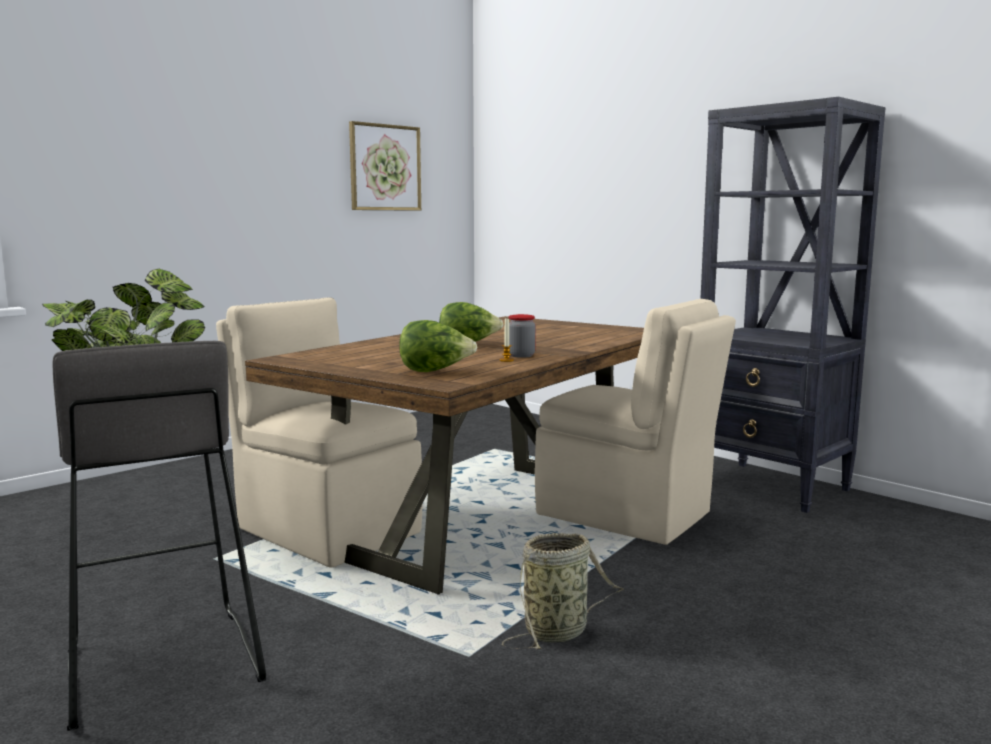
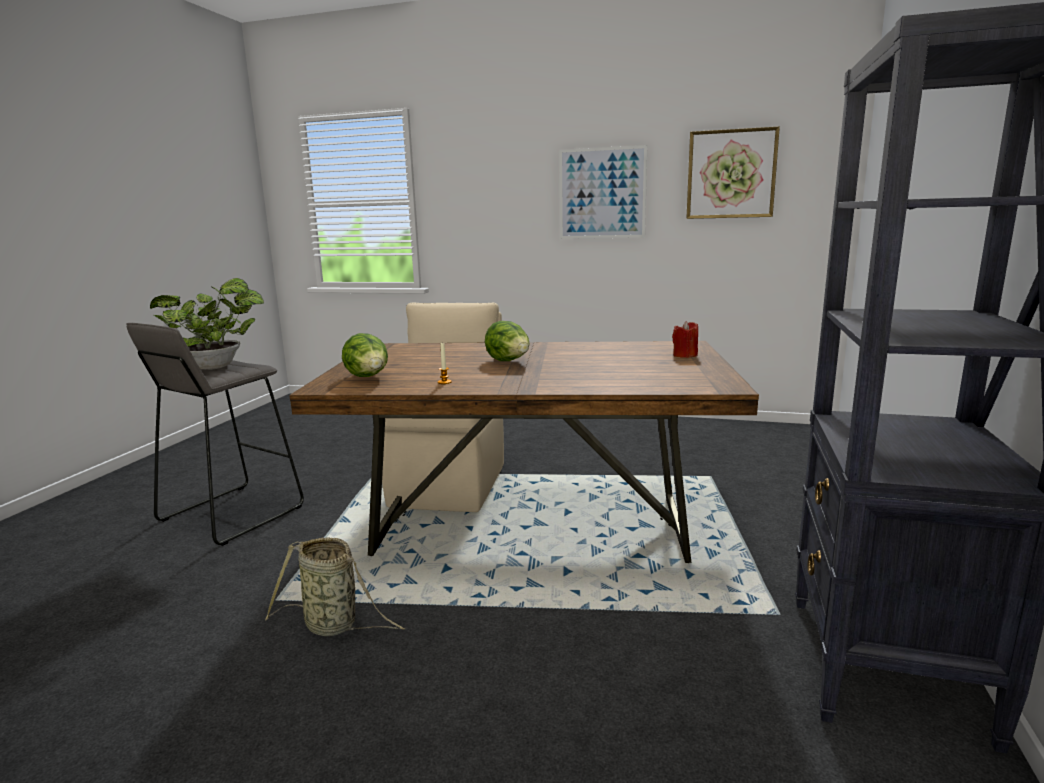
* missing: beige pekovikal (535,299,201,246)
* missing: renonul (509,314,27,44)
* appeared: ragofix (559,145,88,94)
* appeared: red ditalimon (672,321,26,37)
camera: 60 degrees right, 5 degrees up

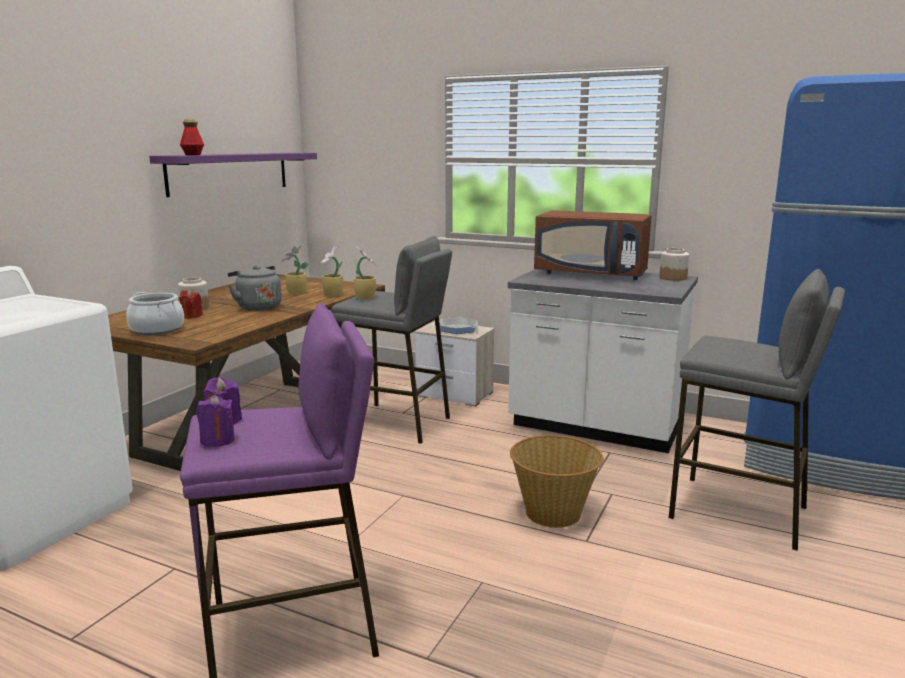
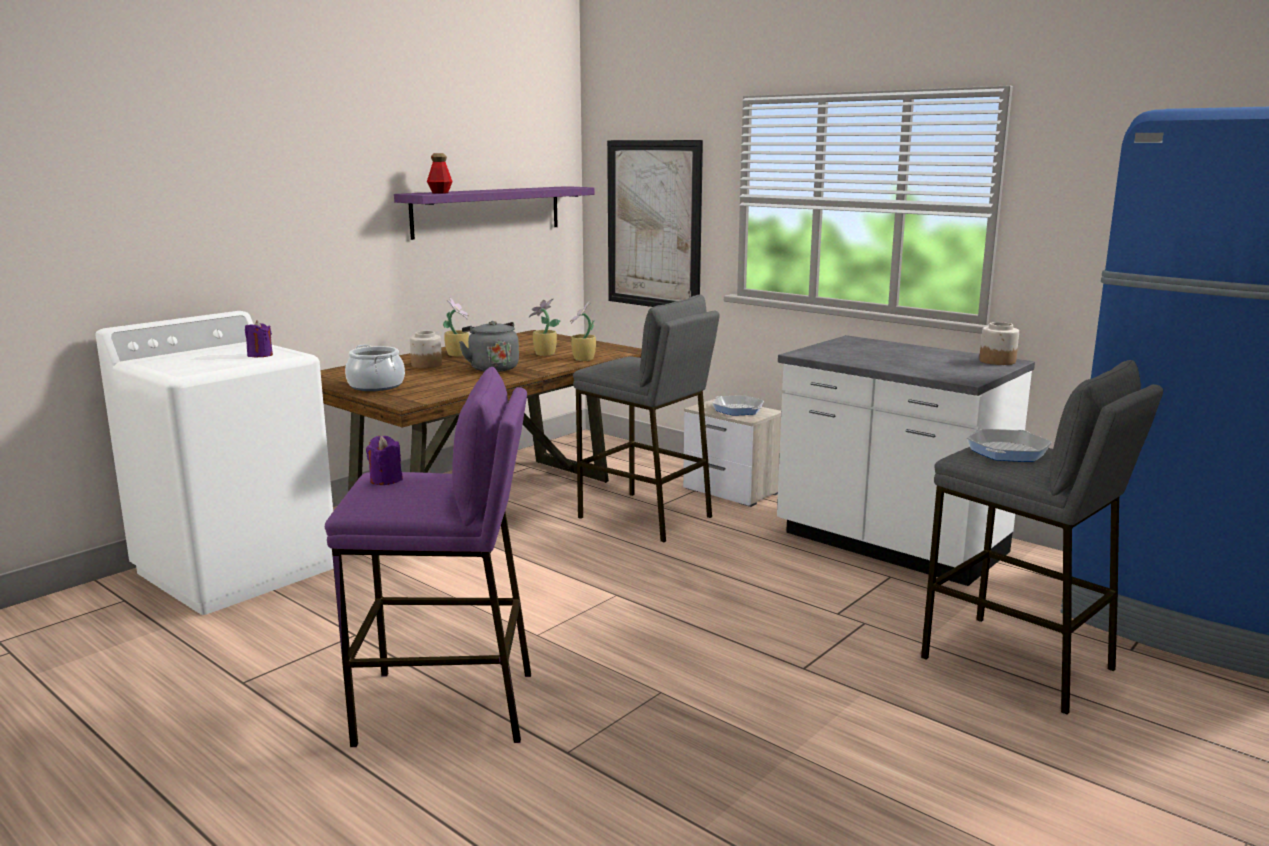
* missing: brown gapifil (534,210,117,70)
* relocated: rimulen (353,246,24,54) to (443,297,26,59)
* missing: red ditalimon (179,289,24,30)
* relocated: purple ditalimon (196,395,39,52) to (245,320,28,37)
* missing: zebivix (510,435,93,93)
* appeared: ragofix (607,140,96,167)
* appeared: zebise (967,429,85,33)
camera: 15 degrees right, 0 degrees up

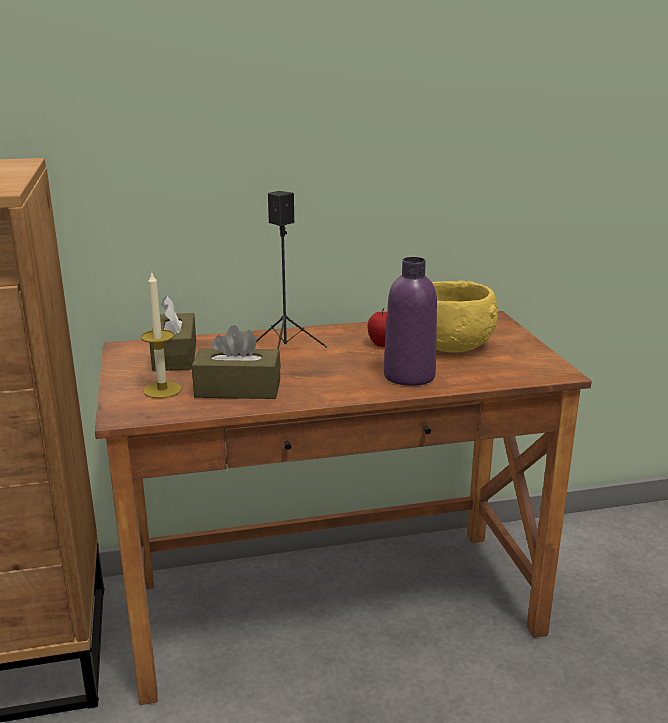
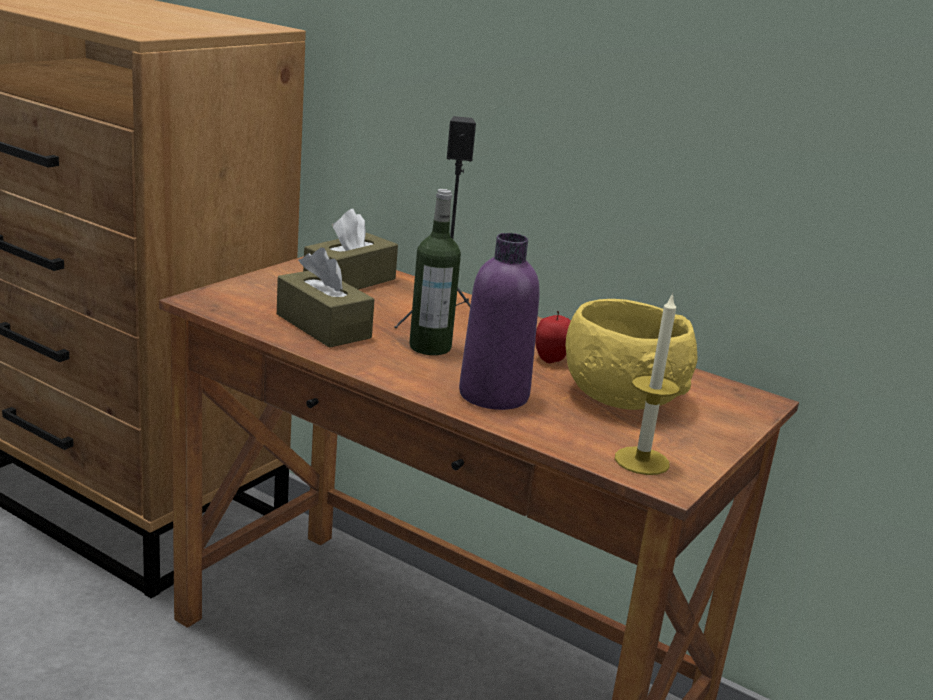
* relocated: ditalimon (141,271,41,127) to (615,292,65,183)
* appeared: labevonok (409,189,52,166)
camera: 45 degrees right, 0 degrees up

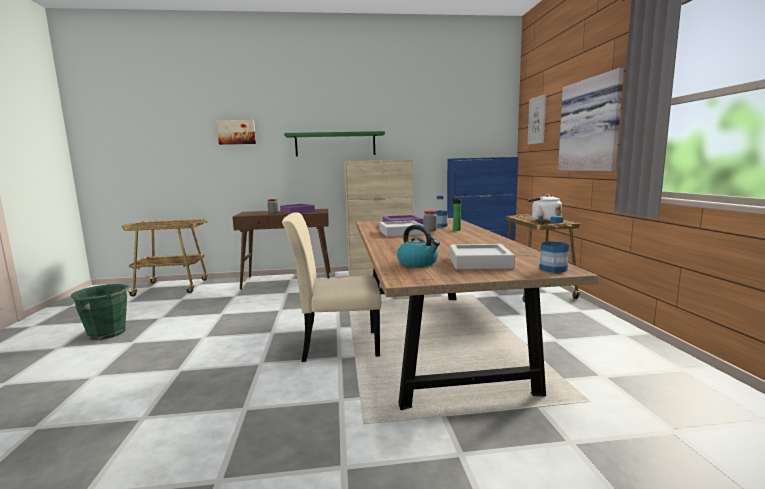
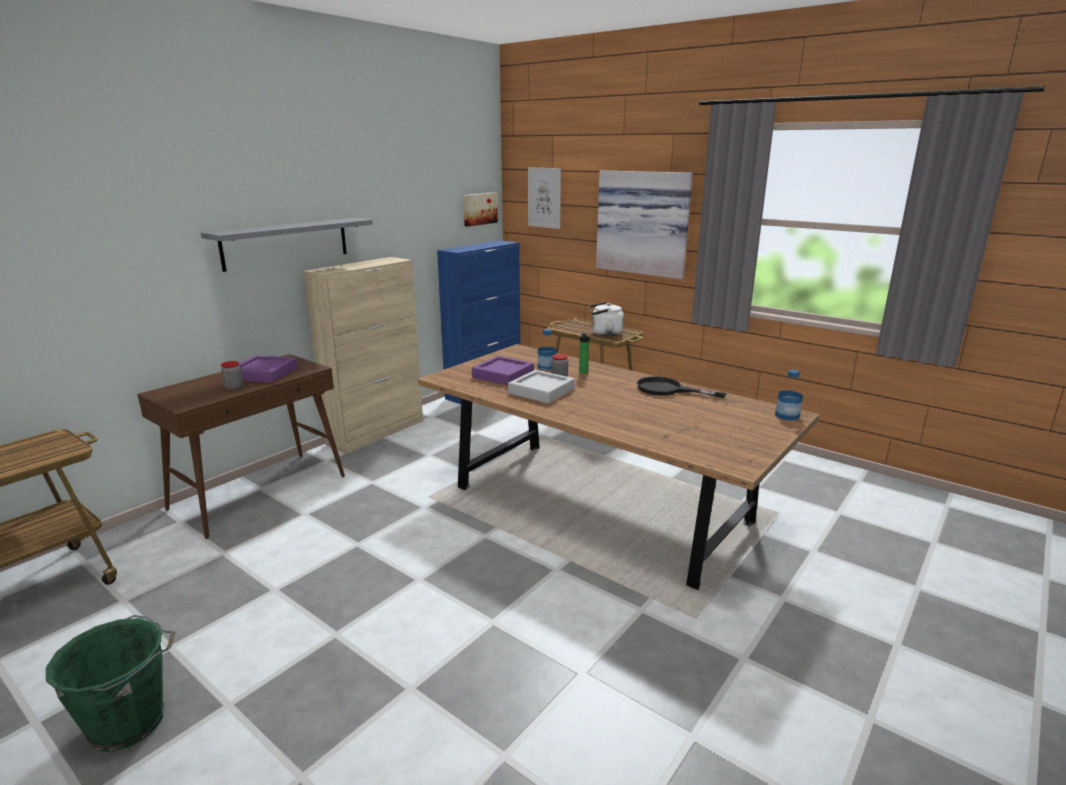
* relocated: ragofix (217,120,39,25) to (463,193,35,34)
* colour: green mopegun (284,131,101,25) to grey mopegun (201,218,172,54)
* missing: beige pekovikal (282,212,99,150)
* missing: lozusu (397,225,43,42)
* missing: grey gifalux (449,244,66,26)
* appeared: black zebise (637,377,89,21)
camera: 45 degrees left, 10 degrees up

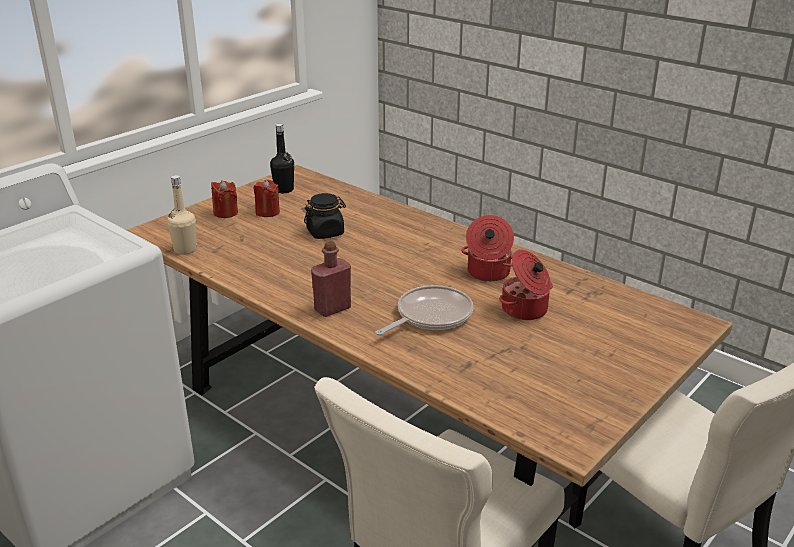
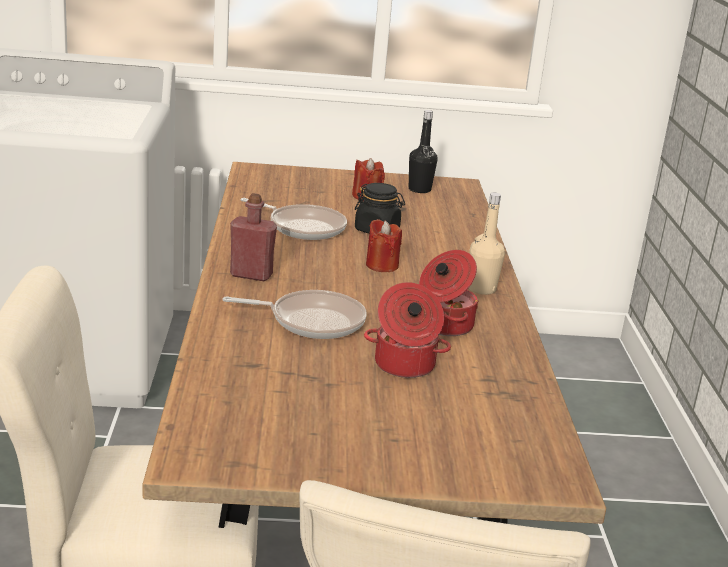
* relocated: beige labevonok (167,175,30,80) to (469,192,36,103)
* relocated: red ditalimon (211,180,27,38) to (366,219,36,53)
* appeared: zebise (241,198,106,42)
camera: 45 degrees right, 5 degrees down

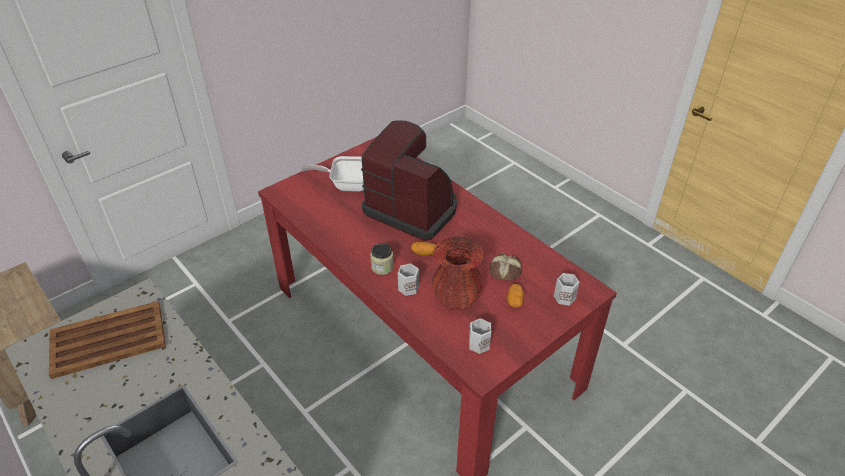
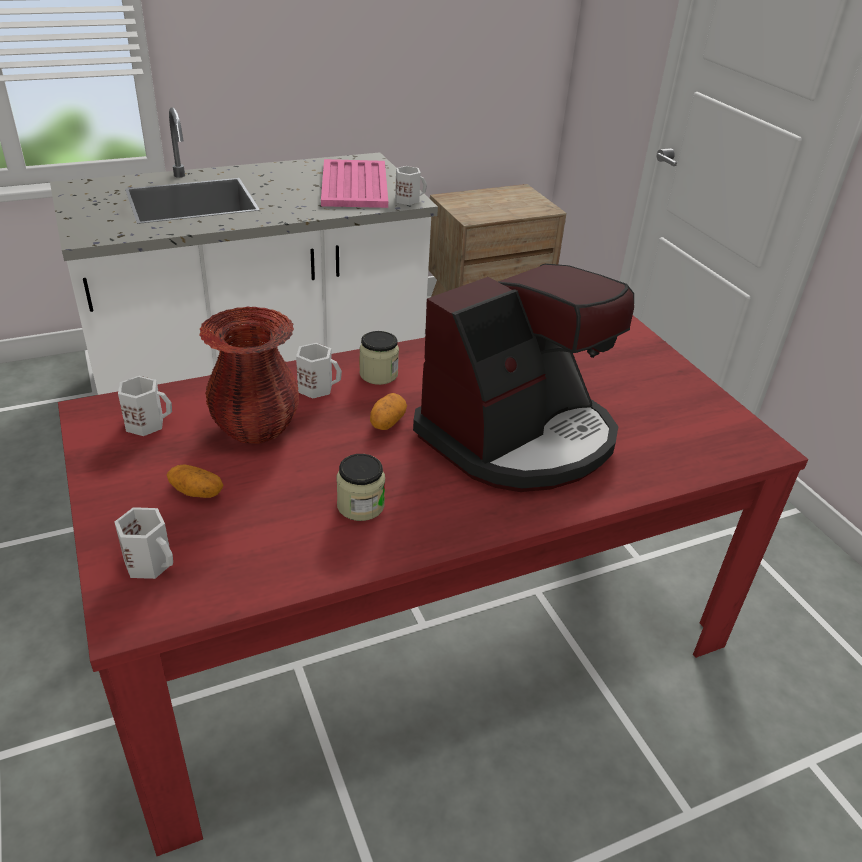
* missing: zebise (301,156,63,36)
* missing: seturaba (490,254,32,26)
* colour: brown gifalux (49,301,117,78) to pink gifalux (321,159,67,49)
* appeared: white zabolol (395,166,32,39)
* appeared: renonul (337,454,48,67)
camera: 105 degrees right, 5 degrees down

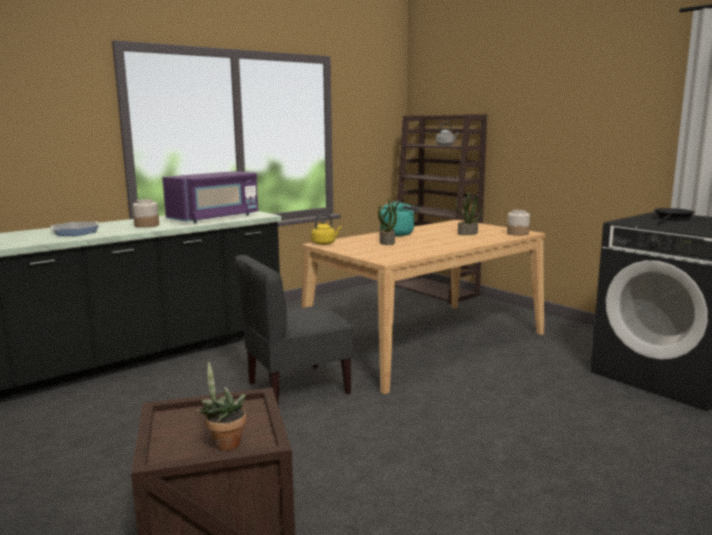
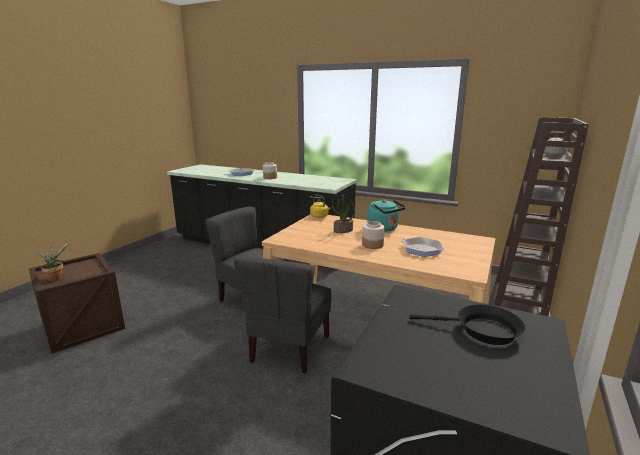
* missing: purple gapifil (162,171,96,52)
* exchanged: rimulen (455,192,27,43) to zebise (401,237,45,20)
* relocated: renonul (507,210,23,26) to (362,221,23,28)
* appeared: grey pekovikal (234,256,97,118)
camera: 65 degrees right, 5 degrees up

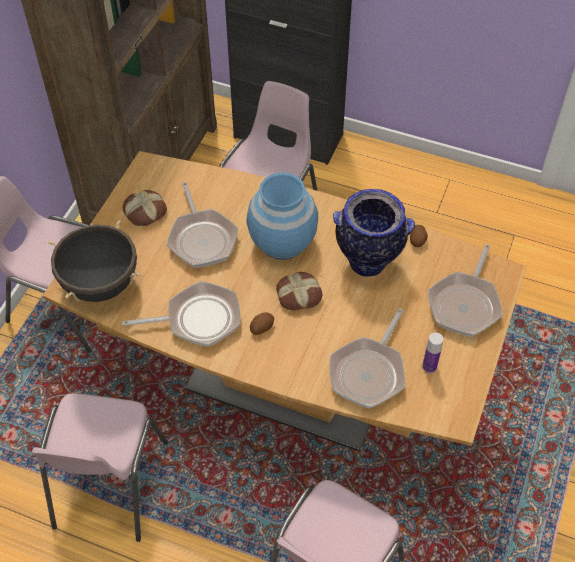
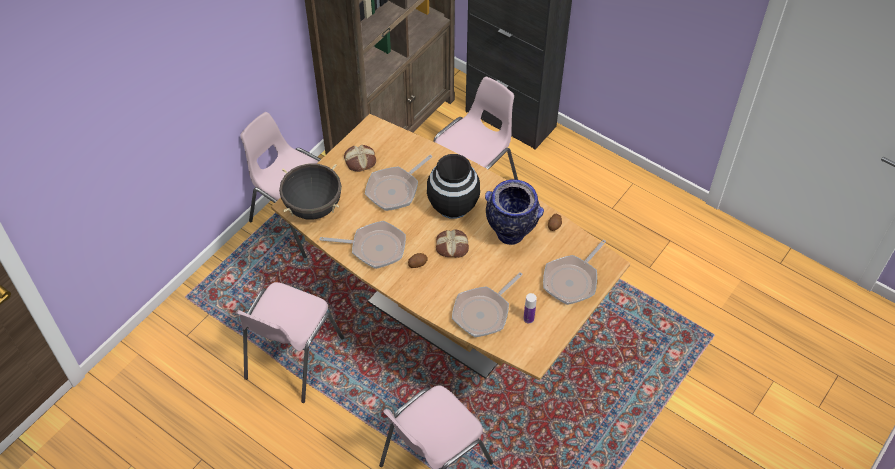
* colour: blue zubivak (247,172,71,88) to black zubivak (427,154,53,65)
* spun: zebise (167,182,71,86) = (365,155,68,56) 45 degrees clockwise
camera: 15 degrees right, 0 degrees up

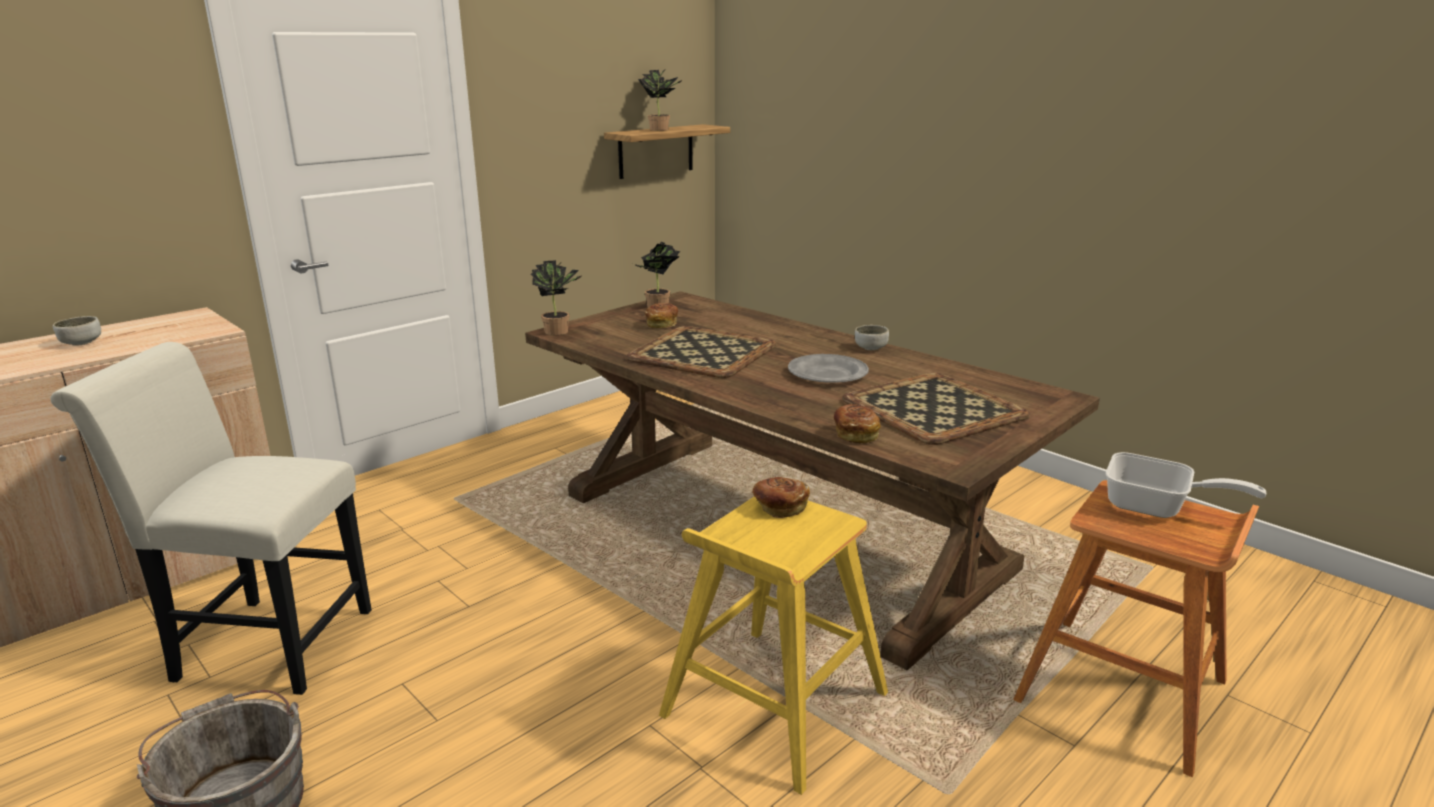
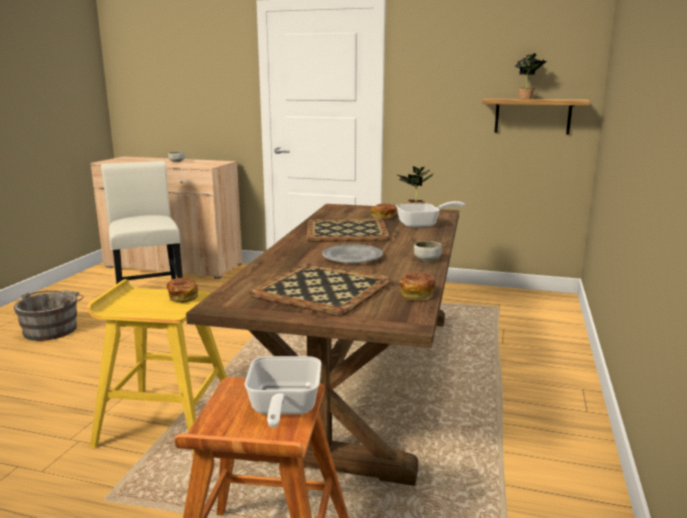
* missing: rimulen (530,260,52,75)
* relocated: seturaba (834,404,47,40) to (399,272,37,28)
* appeared: zebise (396,201,69,27)
camera: 60 degrees right, 5 degrees down

